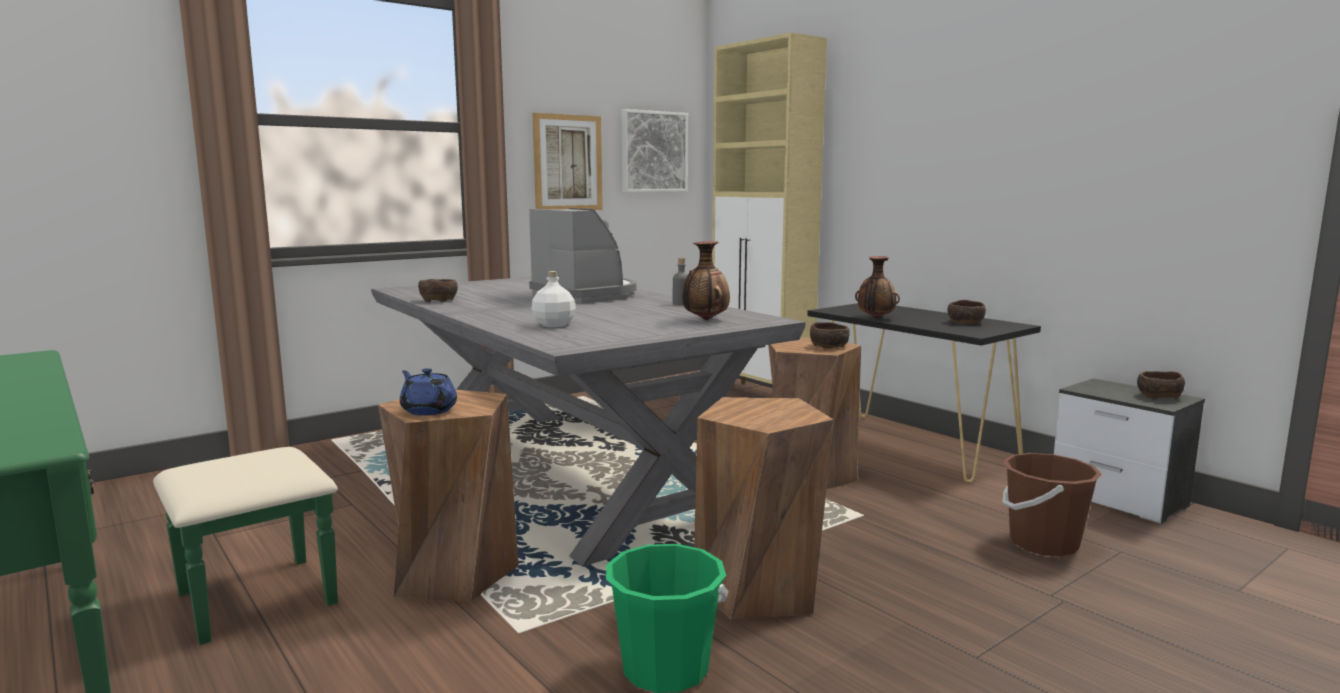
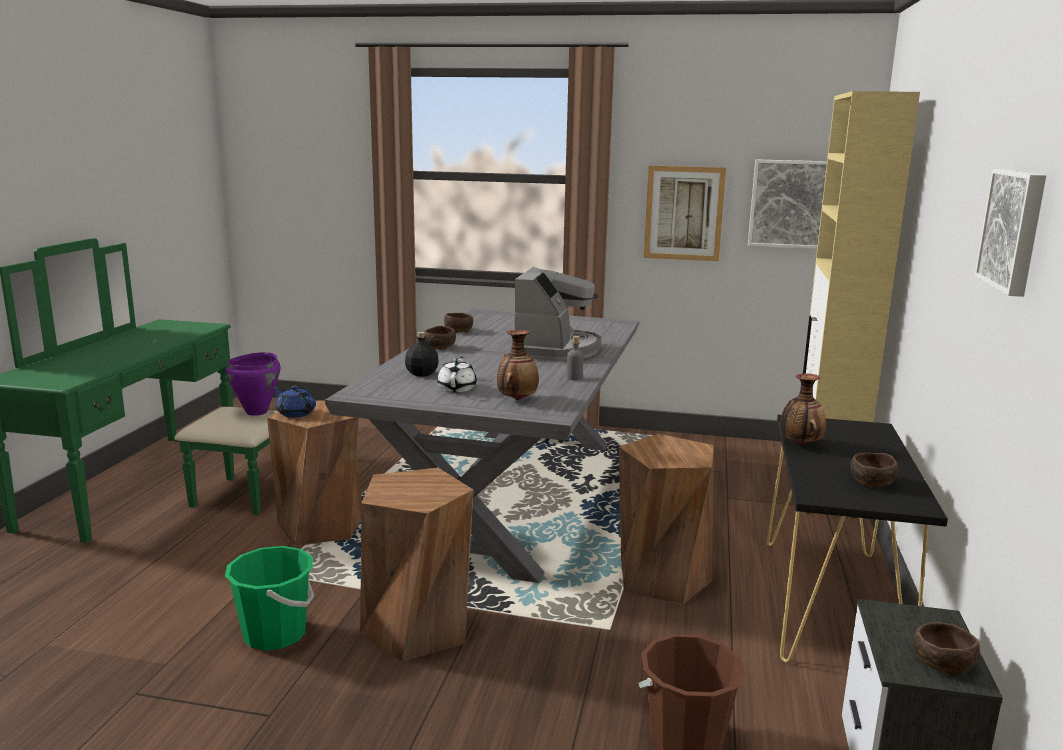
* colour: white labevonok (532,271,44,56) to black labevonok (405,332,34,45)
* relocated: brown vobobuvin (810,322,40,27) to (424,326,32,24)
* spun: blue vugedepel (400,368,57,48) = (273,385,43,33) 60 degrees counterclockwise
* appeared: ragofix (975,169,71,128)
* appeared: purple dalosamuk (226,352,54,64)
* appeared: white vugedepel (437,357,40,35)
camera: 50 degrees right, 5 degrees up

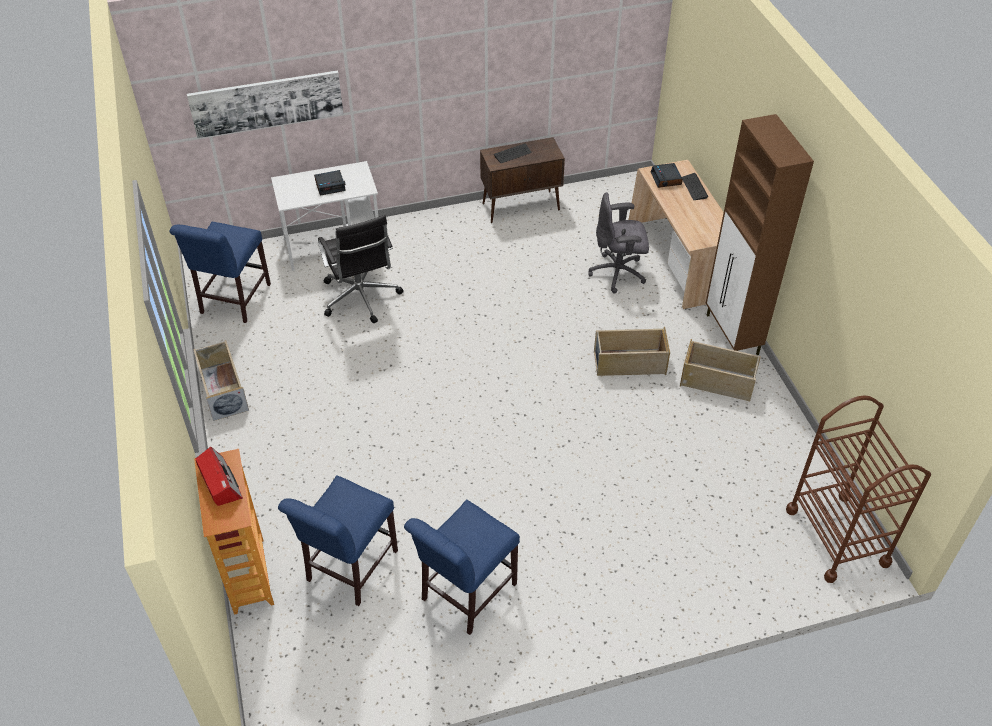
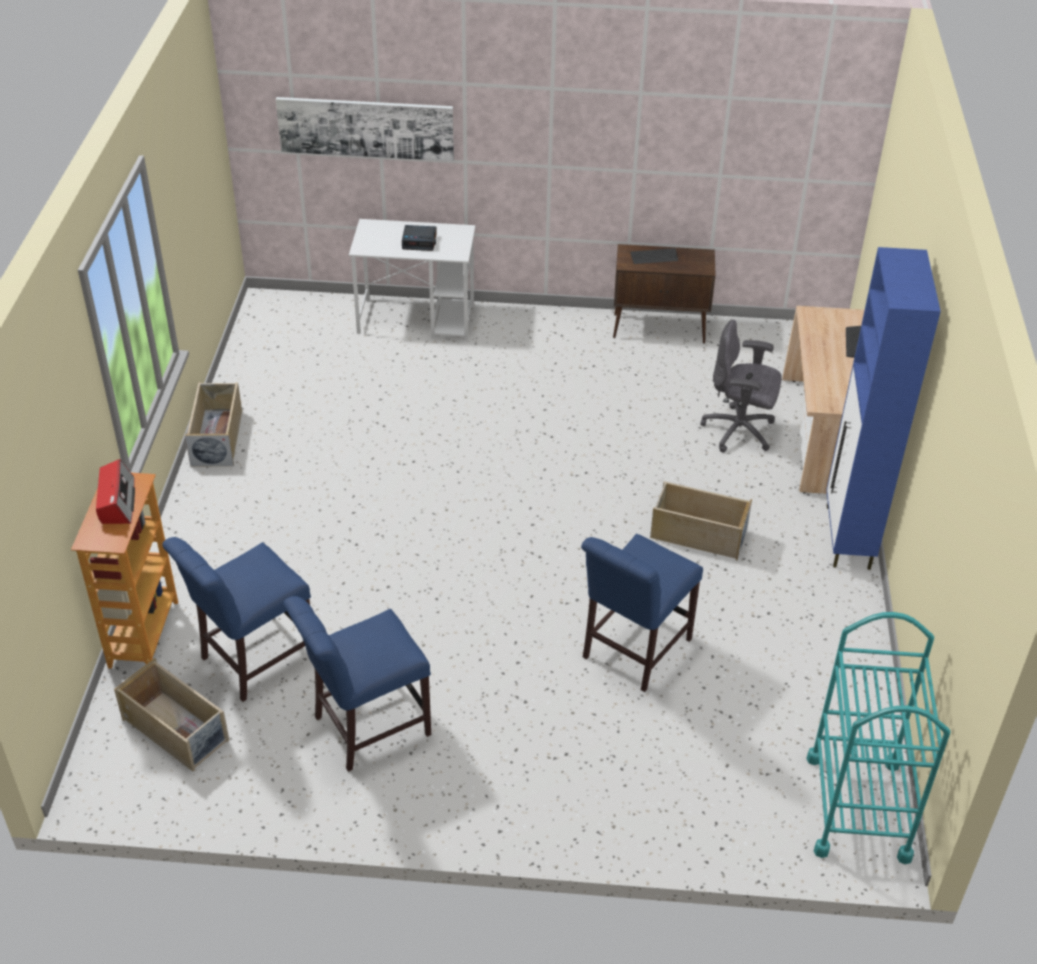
* colour: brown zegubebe (706,114,108,241) to blue zegubebe (826,247,115,323)
* missing: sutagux (651,163,32,25)
* missing: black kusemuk (318,215,86,108)
* relocated: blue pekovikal (170,222,101,101) to (581,534,122,158)
* relocated: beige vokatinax (680,339,81,62) to (114,658,115,113)
* colour: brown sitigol (786,395,145,188) to turquoise sitigol (806,612,144,252)
camera: 20 degrees right, 5 degrees down

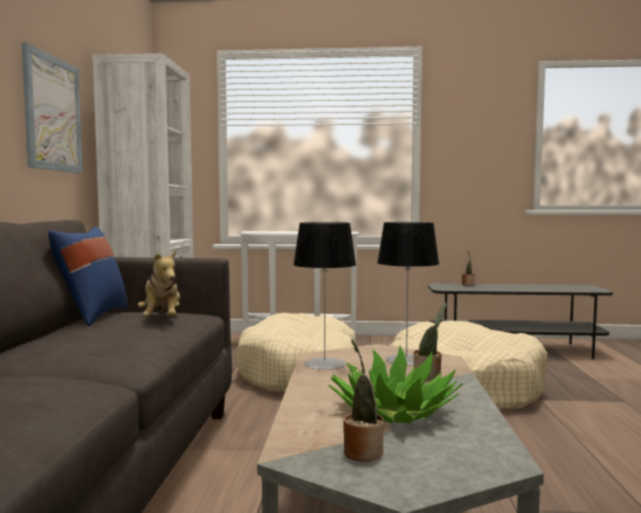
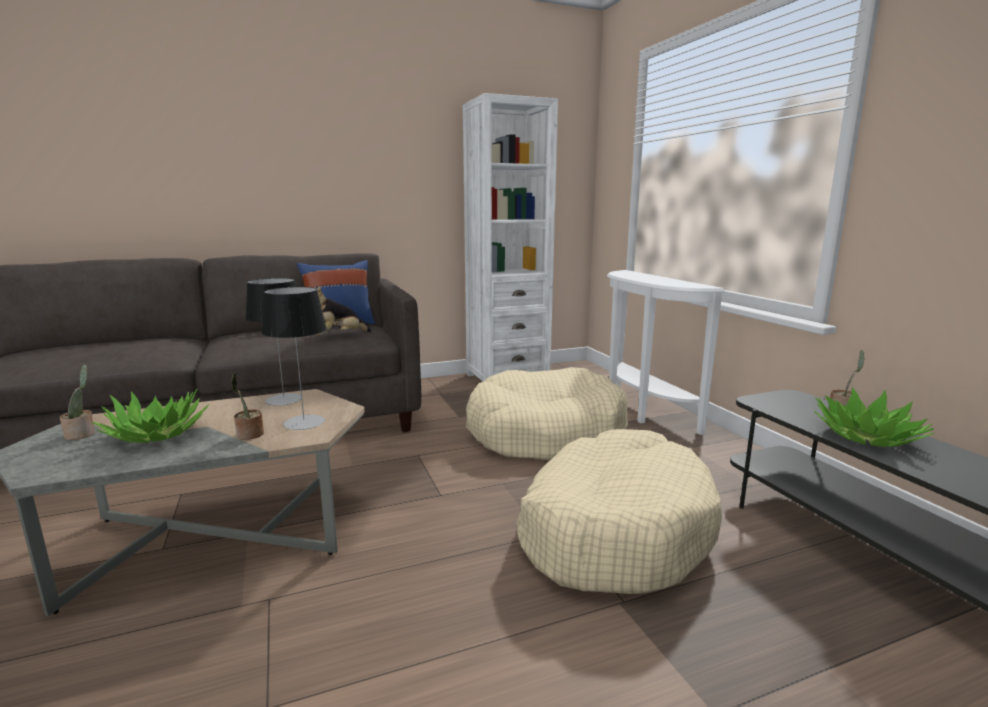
* missing: ragofix (22,42,61,131)
* appeared: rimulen (814,387,121,60)
camera: 65 degrees right, 10 degrees up

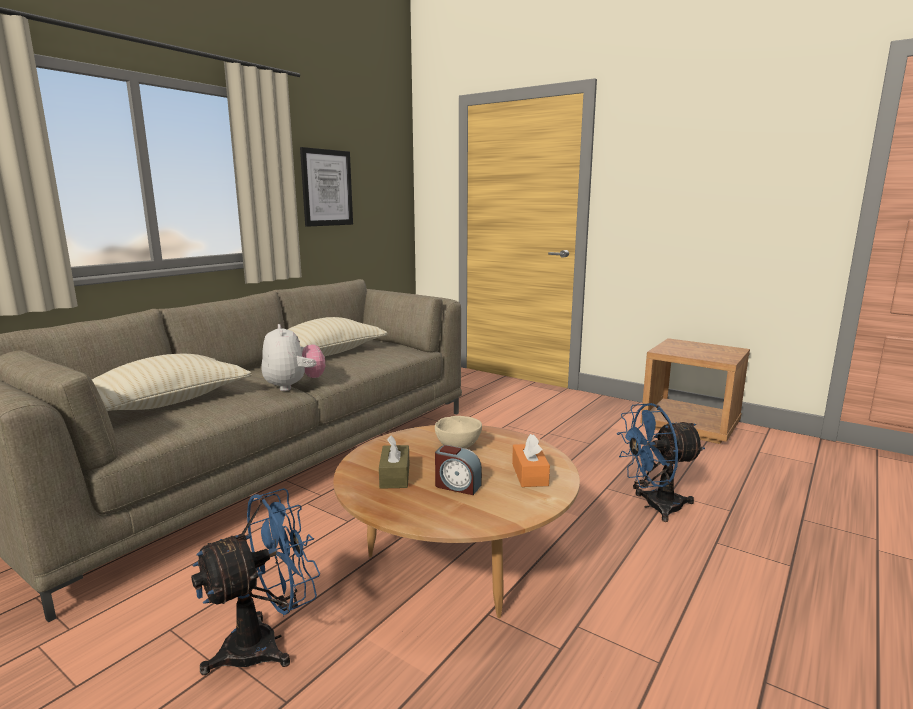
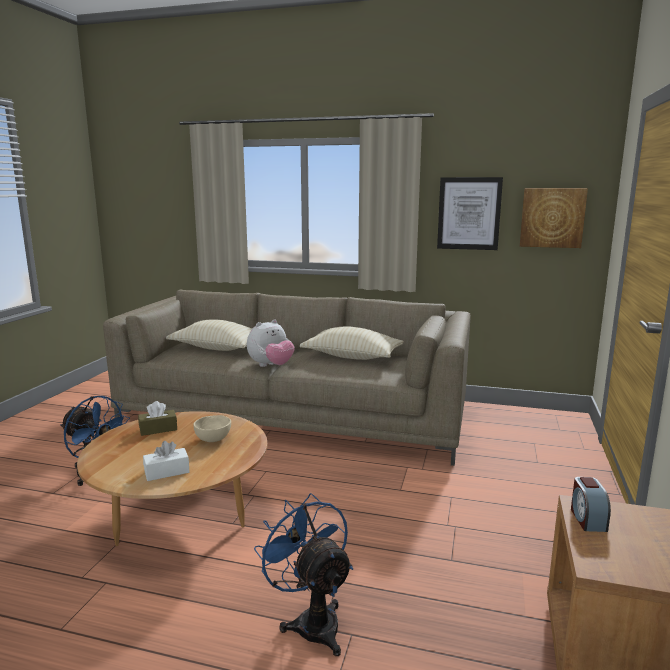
* colour: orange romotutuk (512,434,38,53) to white romotutuk (143,441,47,40)
* relocated: sutagux (435,445,47,50) to (571,477,40,55)
* appeared: ragofix (520,188,68,60)
camera: 70 degrees right, 0 degrees up

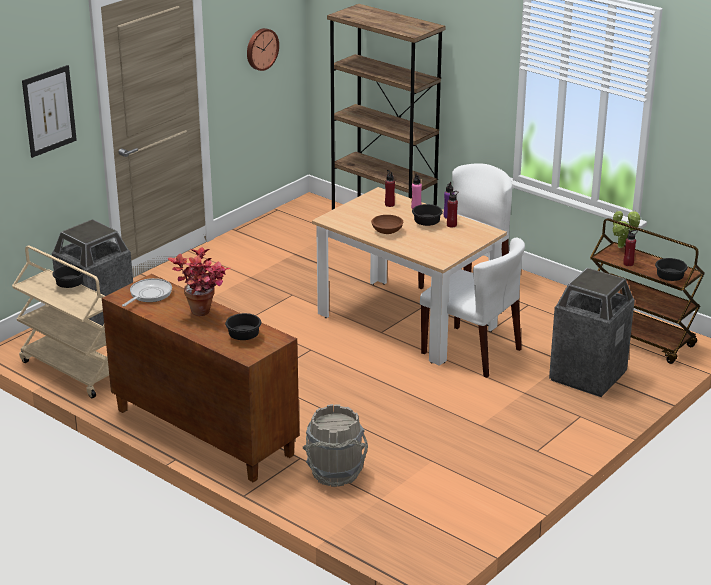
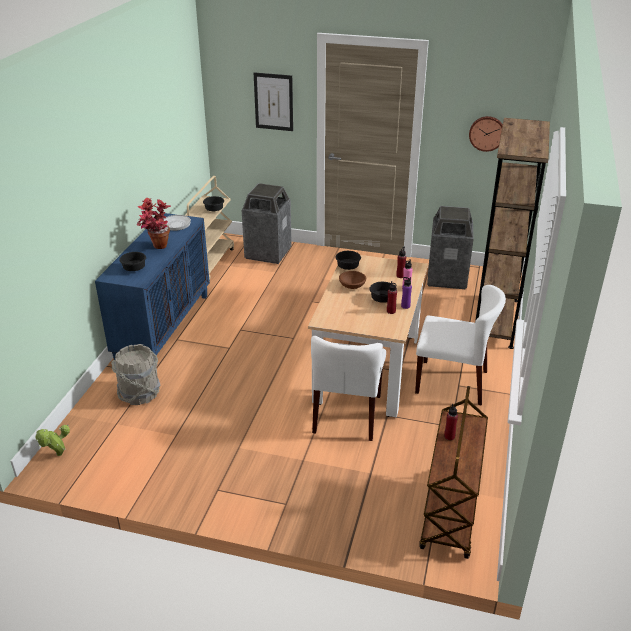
* relocated: rimulen (612,210,28,38) to (35,424,35,32)
* relocated: black vobobuvin (655,258,33,23) to (336,251,25,19)
* relocated: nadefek (549,268,86,129) to (427,206,47,83)
* colour: brown zegubebe (102,274,197,208) to blue zegubebe (95,213,115,147)
camera: 65 degrees right, 5 degrees up

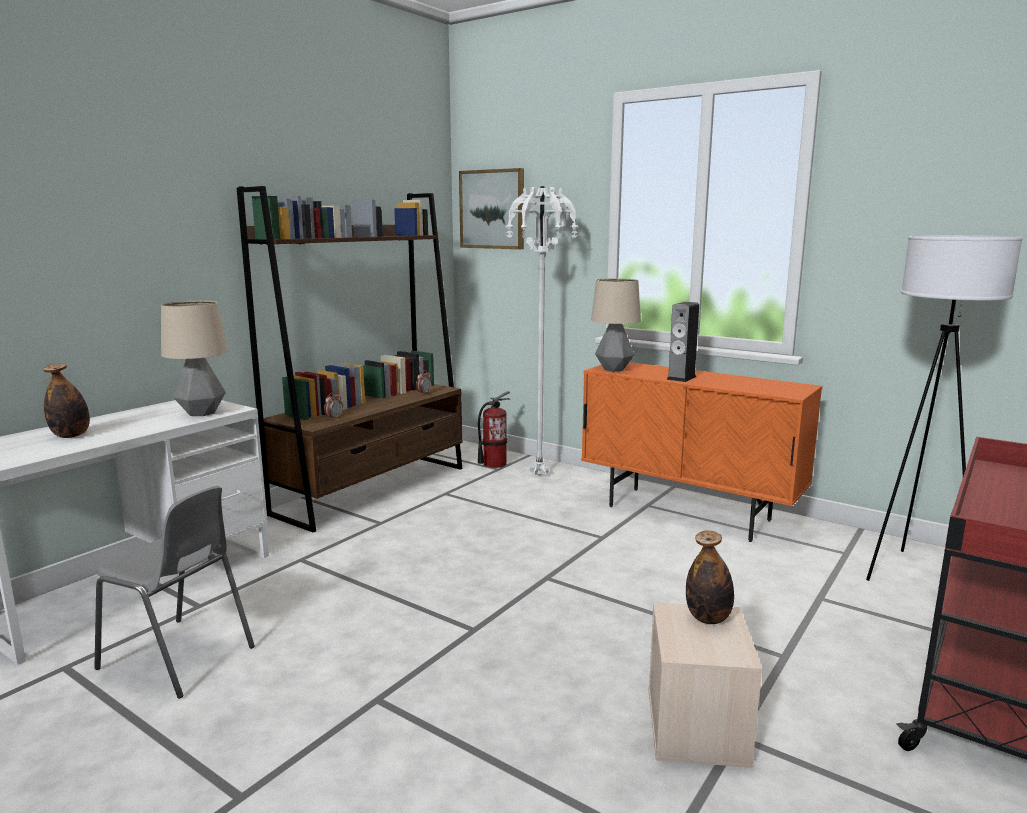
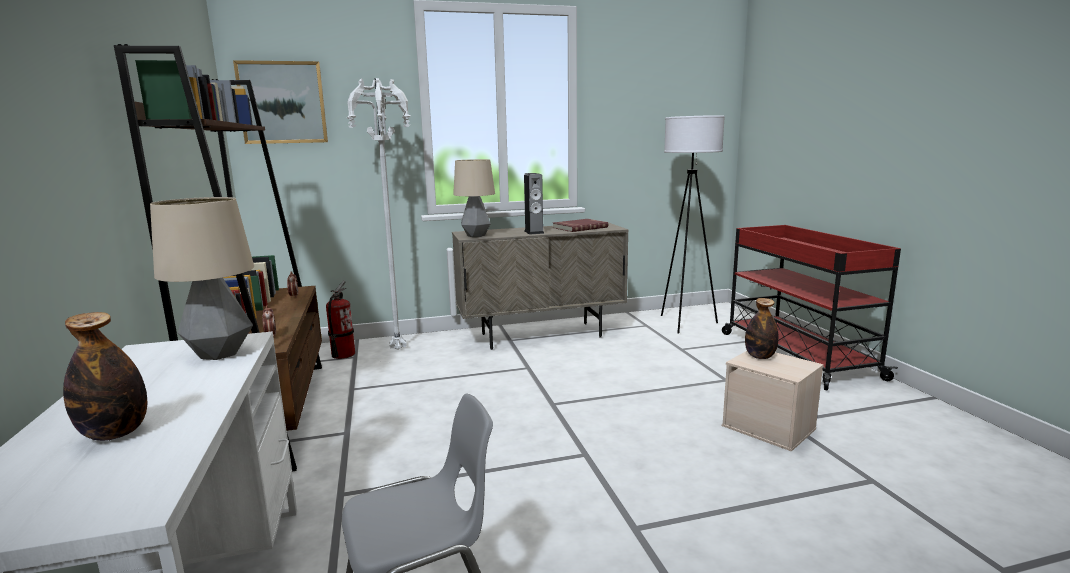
* colour: orange zegubebe (581,362,241,180) to beige zegubebe (452,222,177,128)
* appeared: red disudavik (553,219,55,13)
camera: 50 degrees left, 0 degrees up

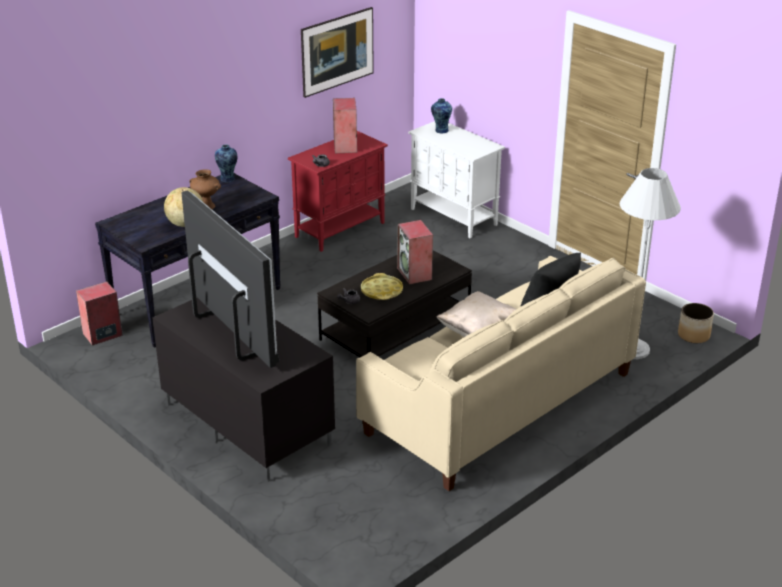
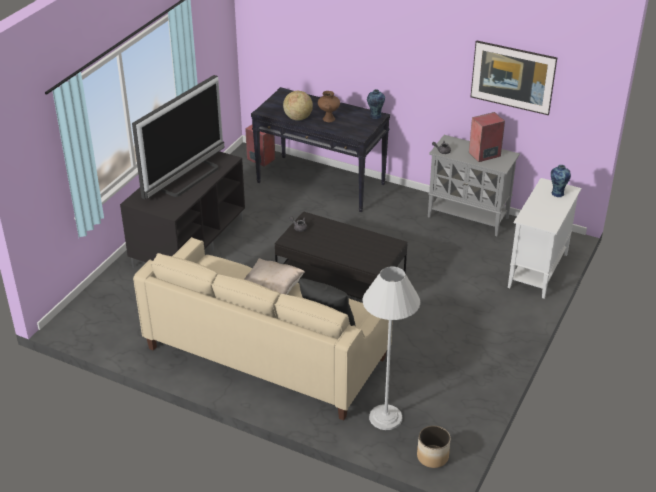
* colour: red zegubebe (288,131,100,121) to grey zegubebe (428,135,92,101)
* missing: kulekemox (398,220,35,65)
* missing: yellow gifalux (361,273,42,27)
camera: 70 degrees right, 5 degrees up

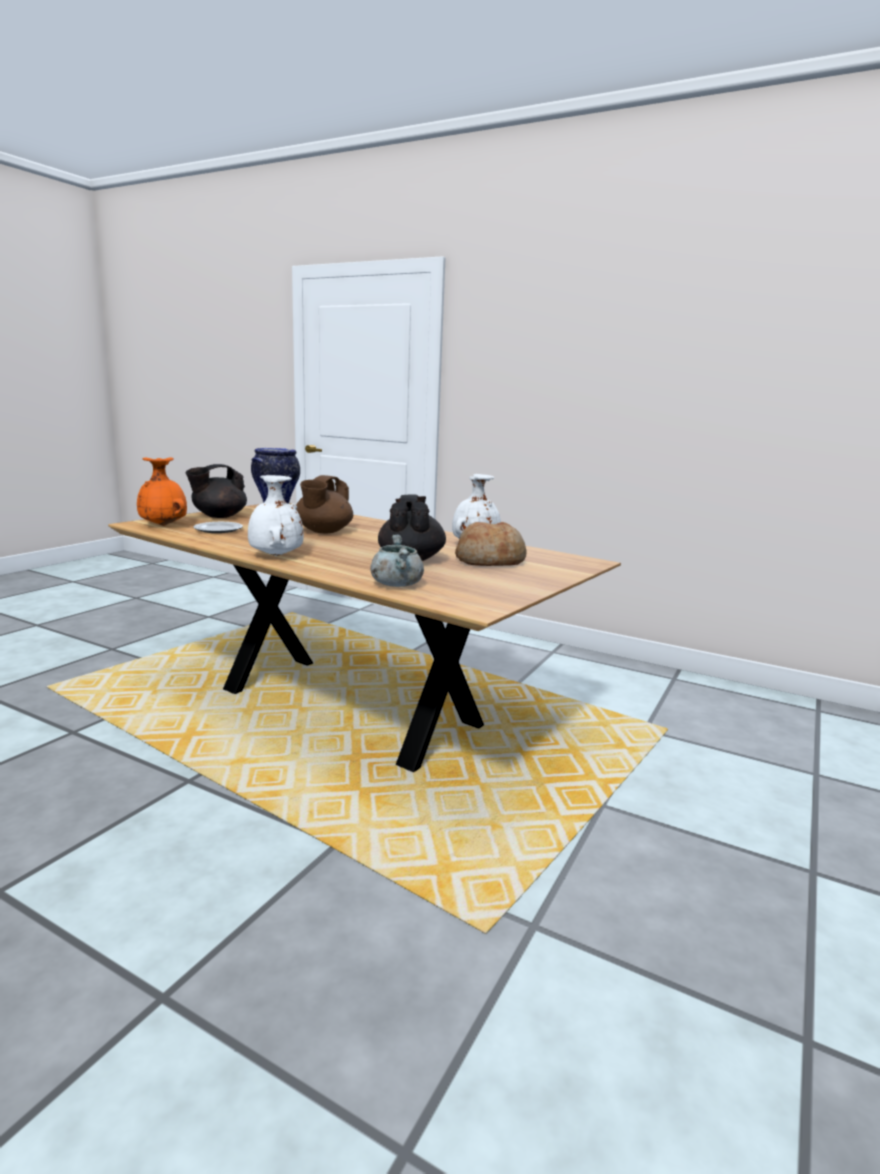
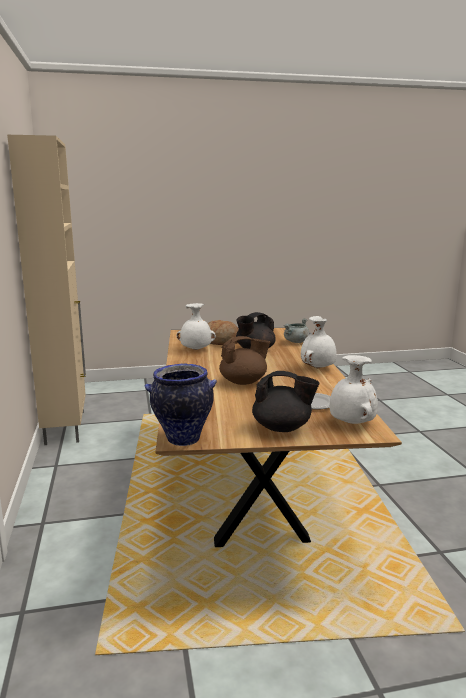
* colour: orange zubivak (137,457,50,69) to white zubivak (330,355,48,69)
* appeared: beige zegubebe (7,135,79,310)
camera: 130 degrees left, 0 degrees up

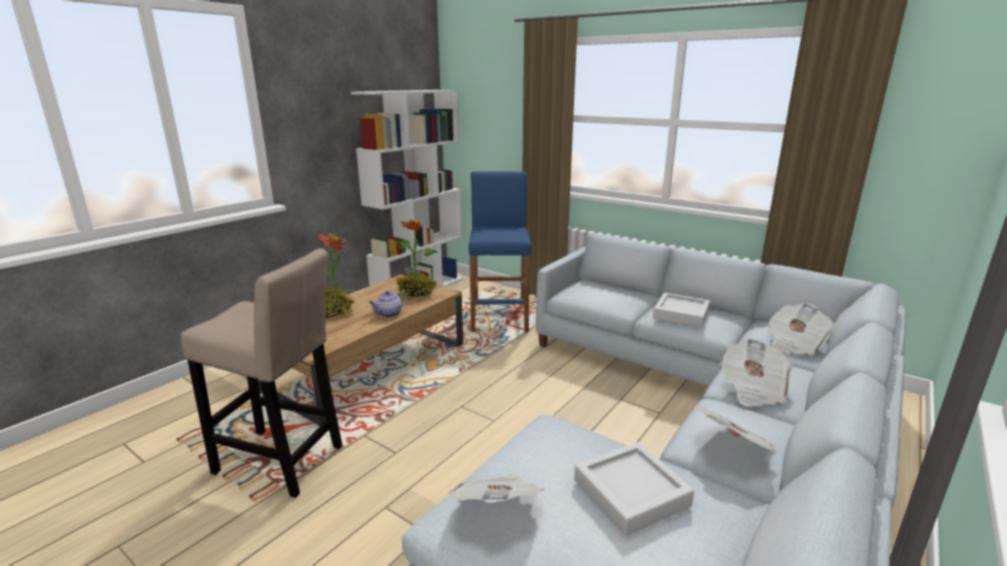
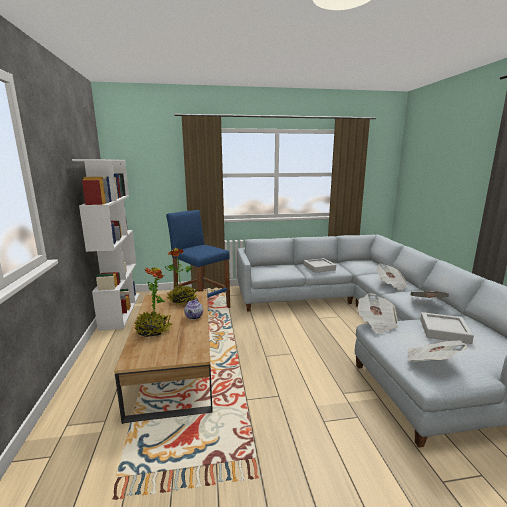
* missing: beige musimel (181,248,161,250)
* relocated: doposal (768,303,66,52) to (357,293,41,41)
camera: 45 degrees left, 5 degrees down

